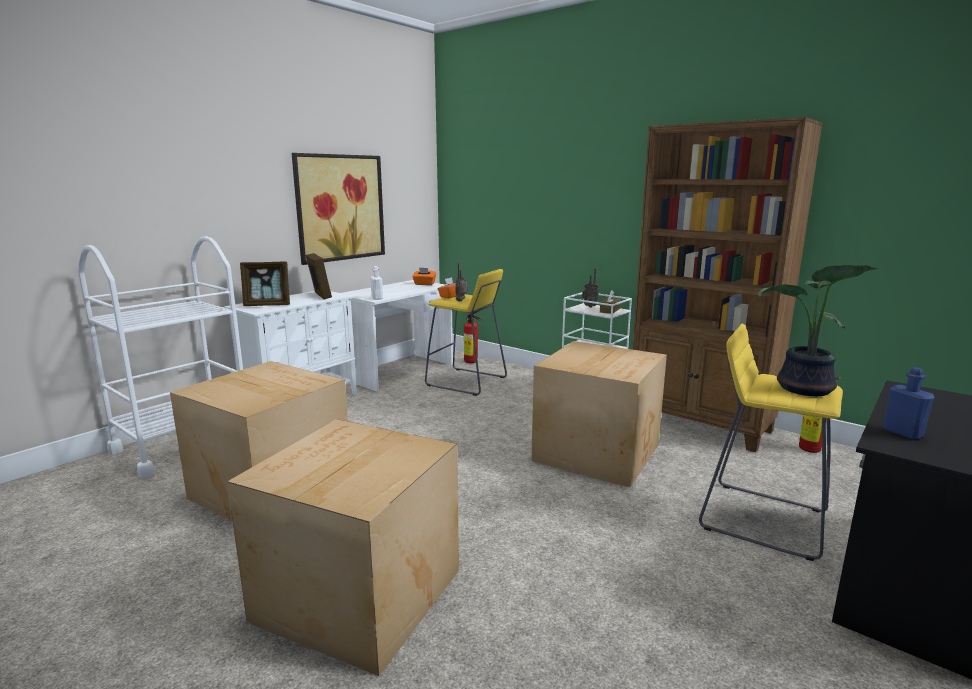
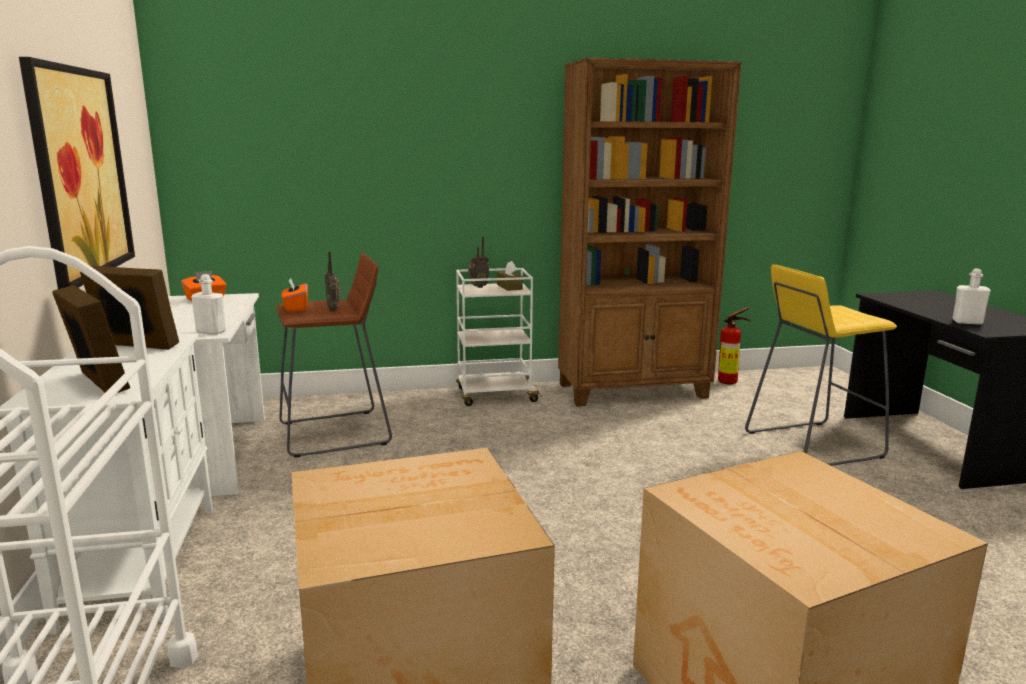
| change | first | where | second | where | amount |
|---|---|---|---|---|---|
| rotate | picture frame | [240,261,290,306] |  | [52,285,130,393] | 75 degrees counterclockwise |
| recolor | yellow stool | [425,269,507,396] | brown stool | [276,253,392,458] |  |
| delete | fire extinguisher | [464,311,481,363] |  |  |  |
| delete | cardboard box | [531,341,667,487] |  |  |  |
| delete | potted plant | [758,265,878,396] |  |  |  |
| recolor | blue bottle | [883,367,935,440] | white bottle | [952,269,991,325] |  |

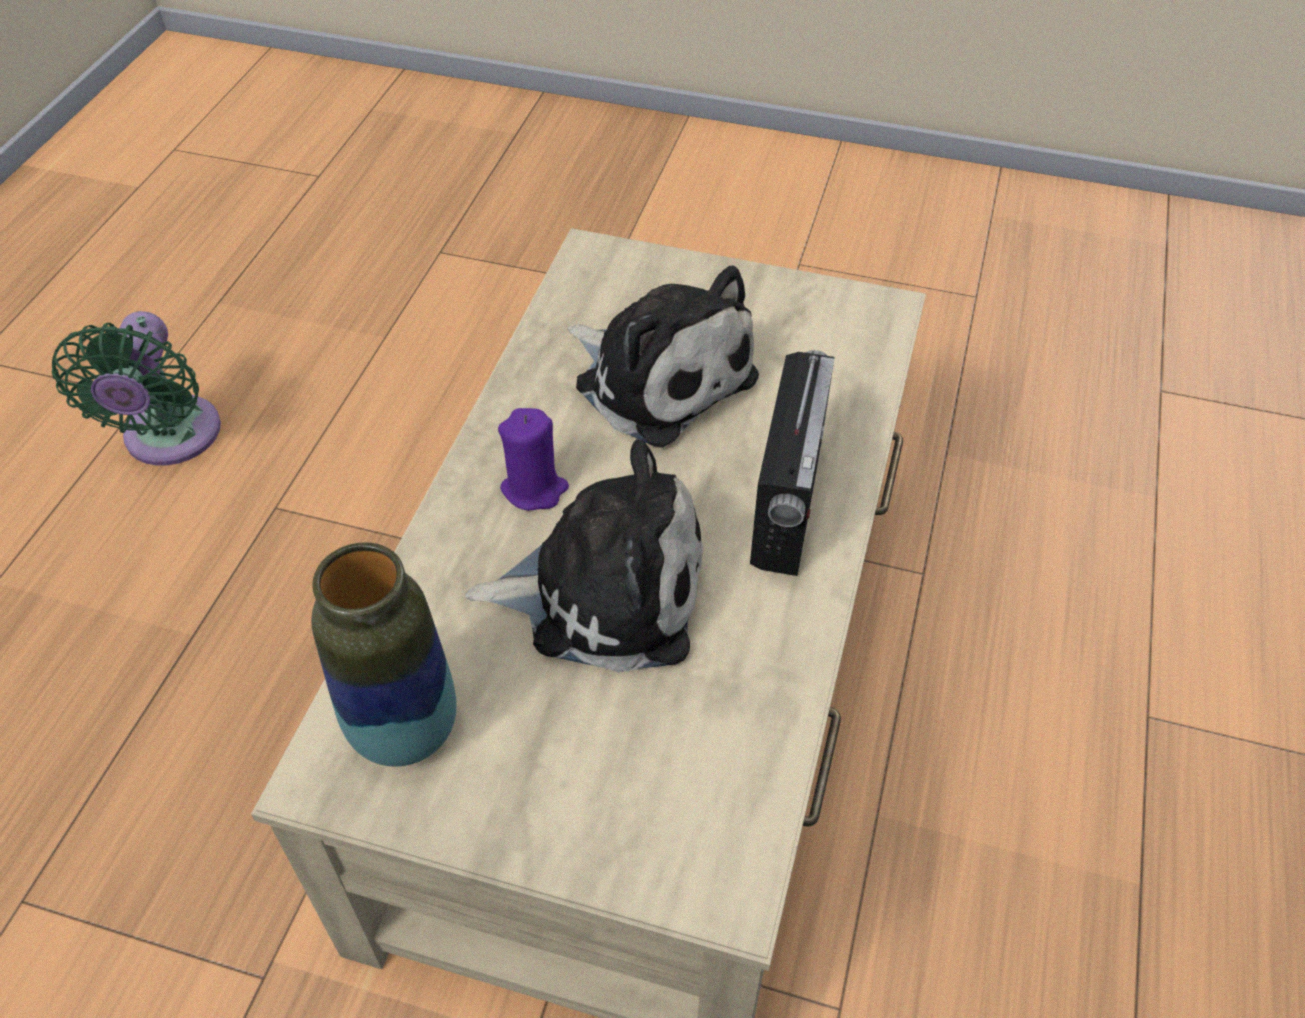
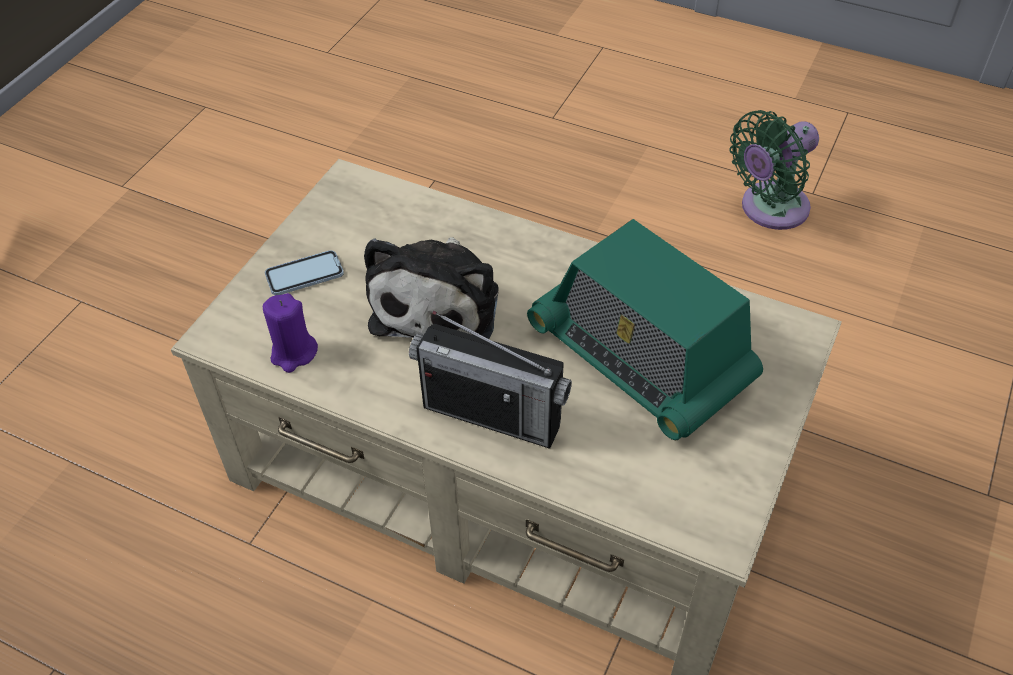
| change | first | where | second | where | amount |
|---|---|---|---|---|---|
| rotate | green fan | [52,311,221,465] |  | [729,110,819,230] | 45 degrees counterclockwise |
| delete | vase | [311,542,456,767] |  |  |  |
| move | purple candle | [498,408,569,511] |  | [263,293,318,373] |  |
| replace | plush toy | [567,265,759,448] | radio | [527,219,763,440] |  |
| insert |  |  | phone | [265,250,344,295] |  |

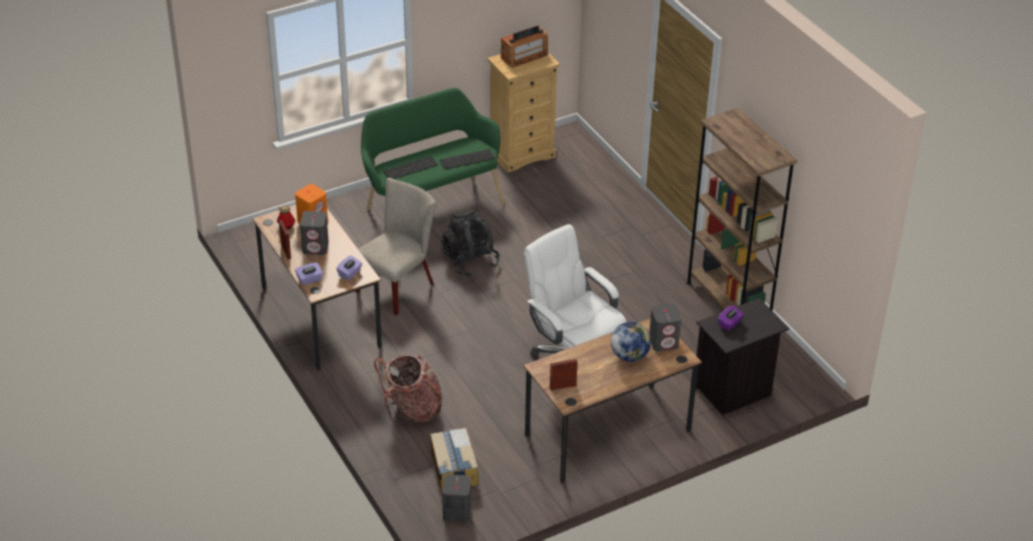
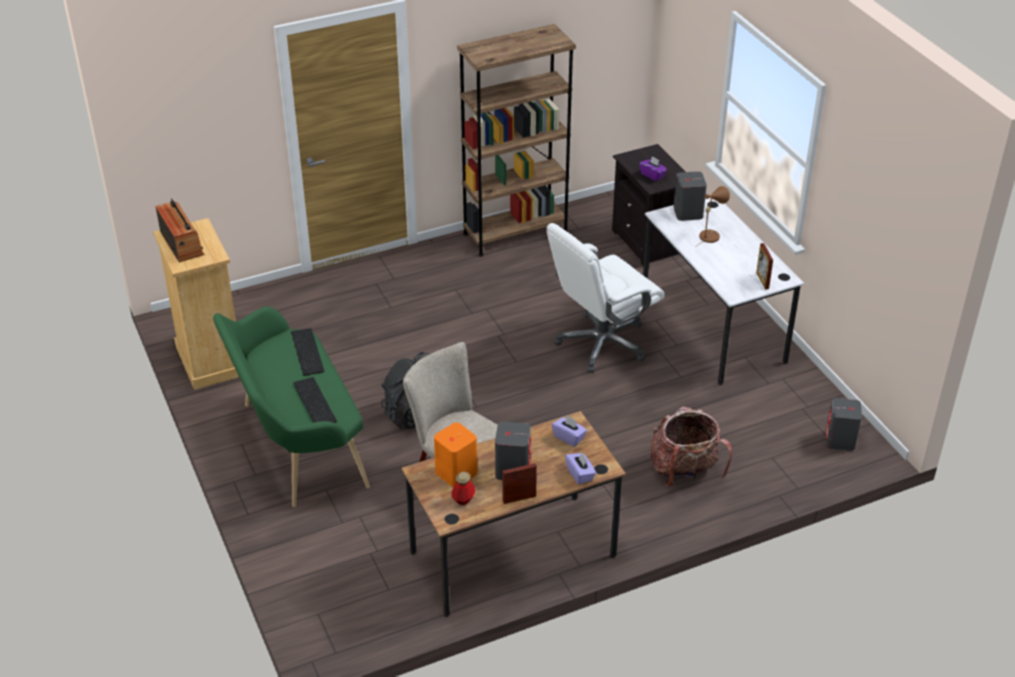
| change | first | where | second | where | amount |
|---|---|---|---|---|---|
| delete | cardboard box | [430,428,479,491] |  |  |  |
| recolor | brown desk | [524,318,702,483] | white desk | [643,197,804,385] |  |
| replace | globe | [611,322,651,362] | brown table lamp | [698,186,730,245] |  |

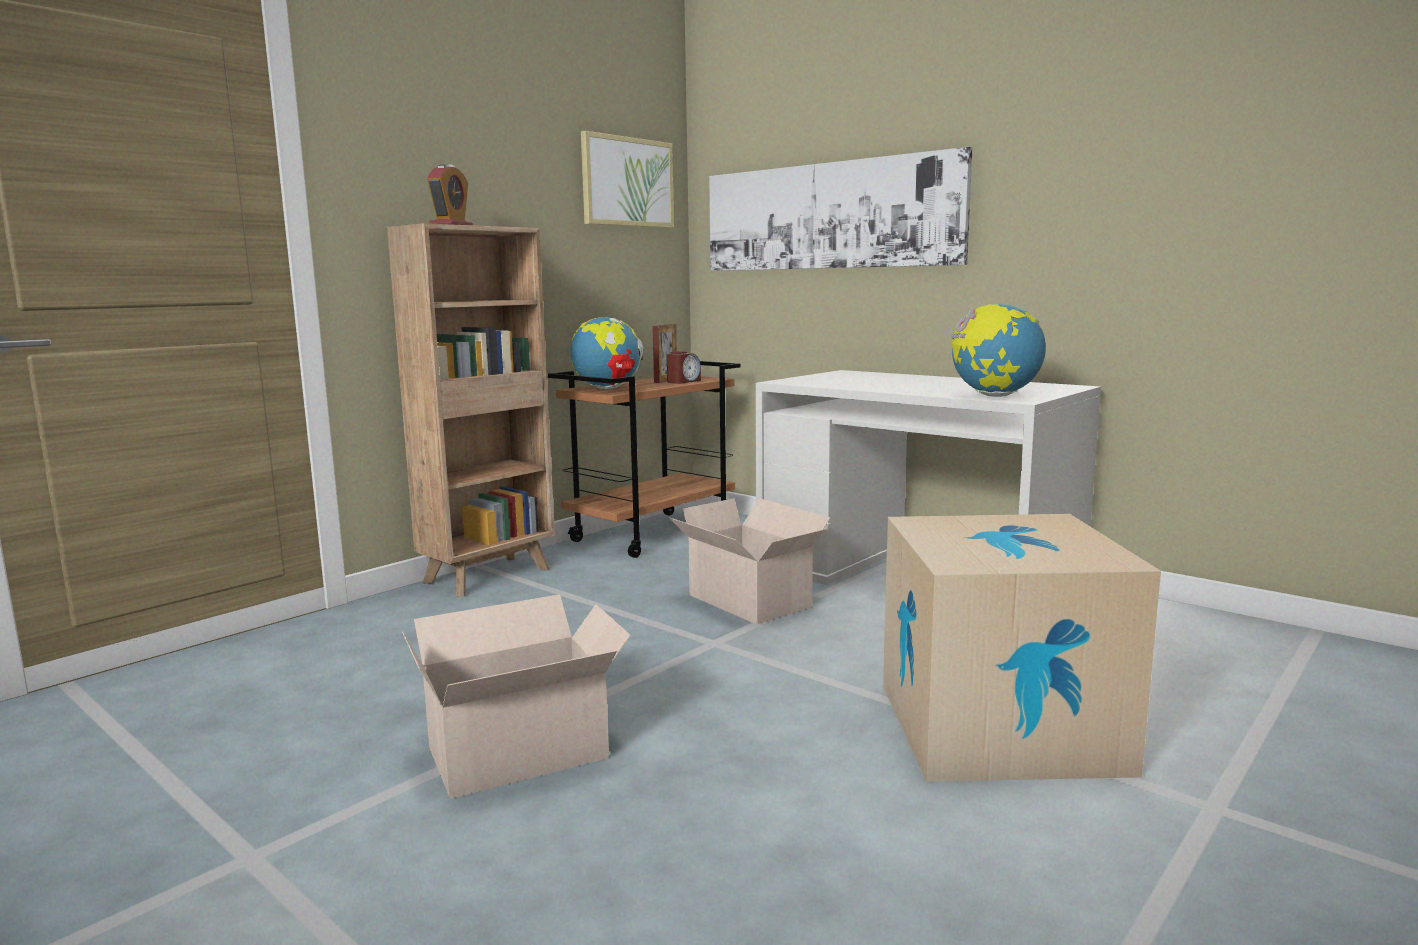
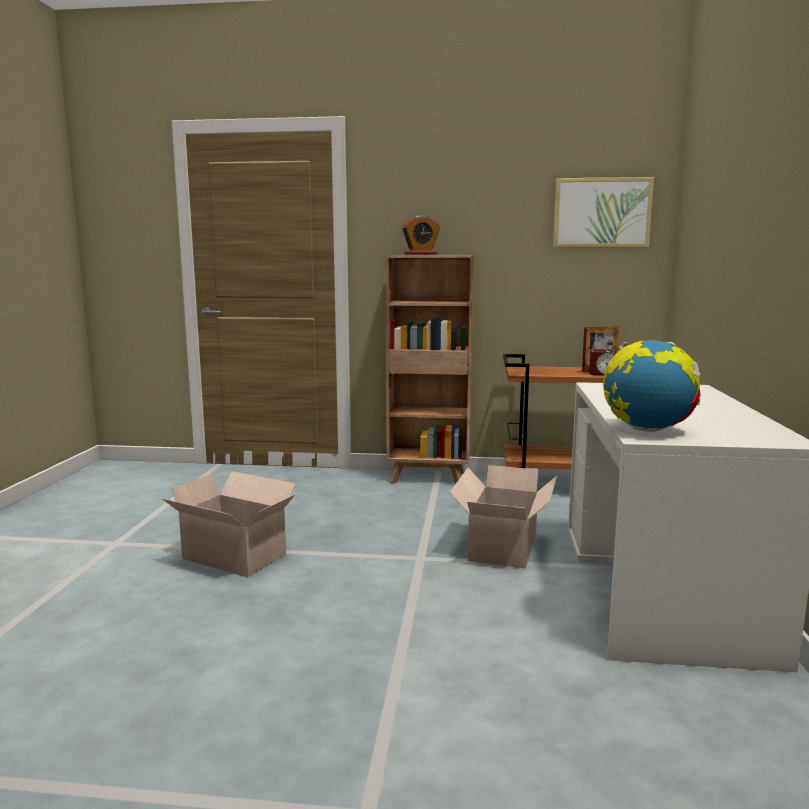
| change | first | where | second | where | amount |
|---|---|---|---|---|---|
| delete | globe | [570,317,643,389] |  |  |  |
| delete | picture | [709,147,972,271] |  |  |  |
| delete | cardboard box | [883,514,1161,782] |  |  |  |

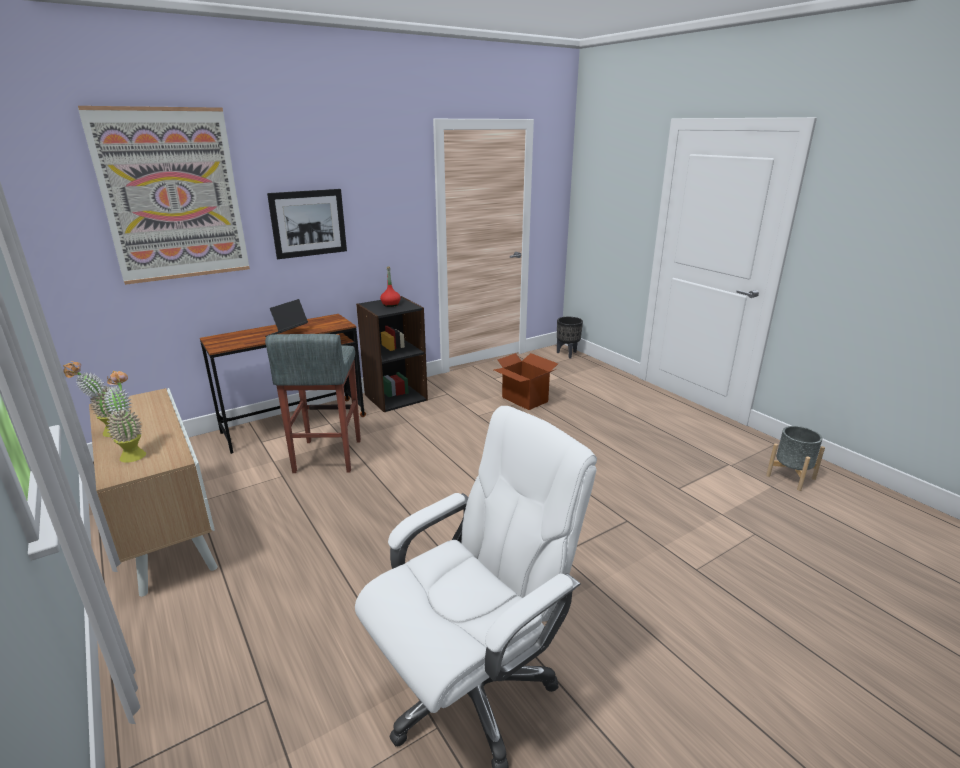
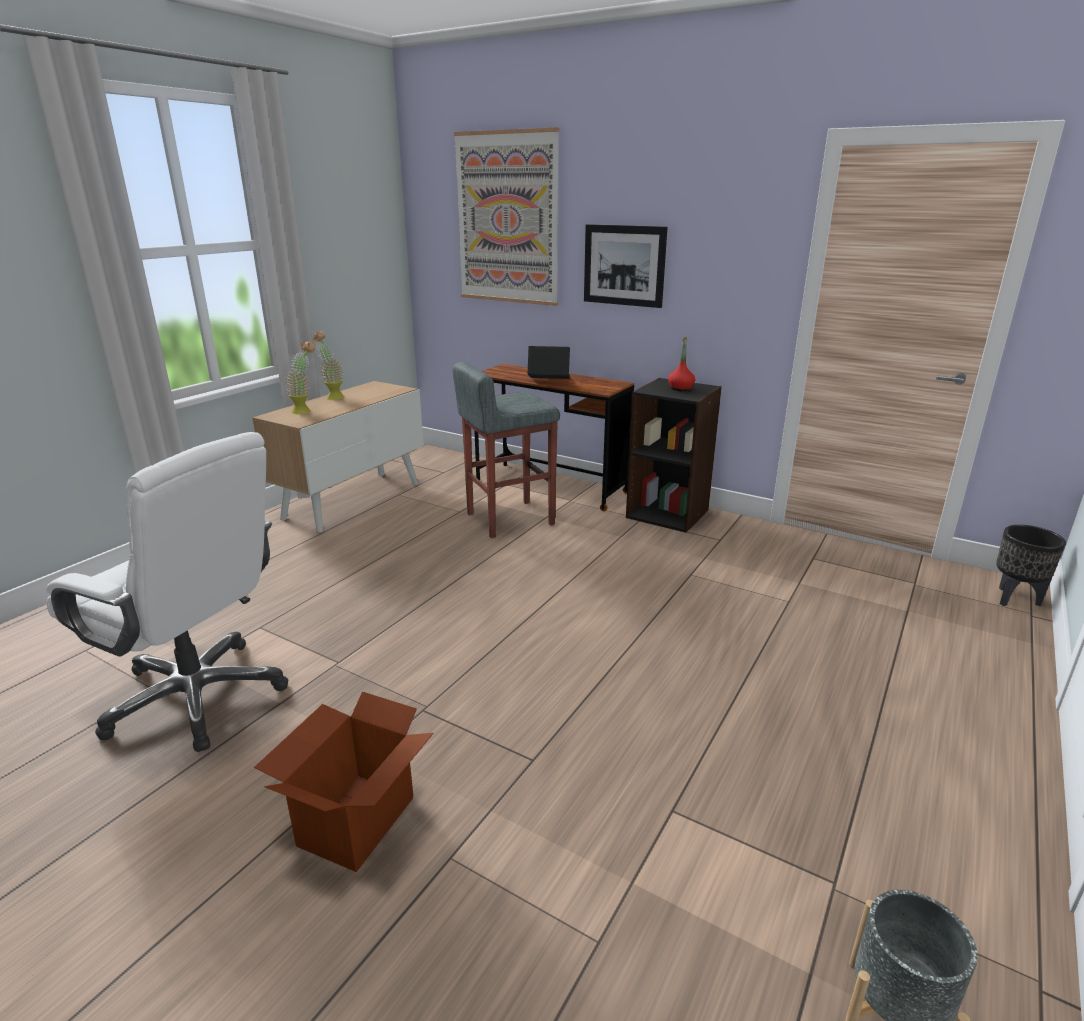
| change | first | where | second | where | amount |
|---|---|---|---|---|---|
| move | cardboard box | [494,353,558,410] |  | [254,692,434,872] |  |

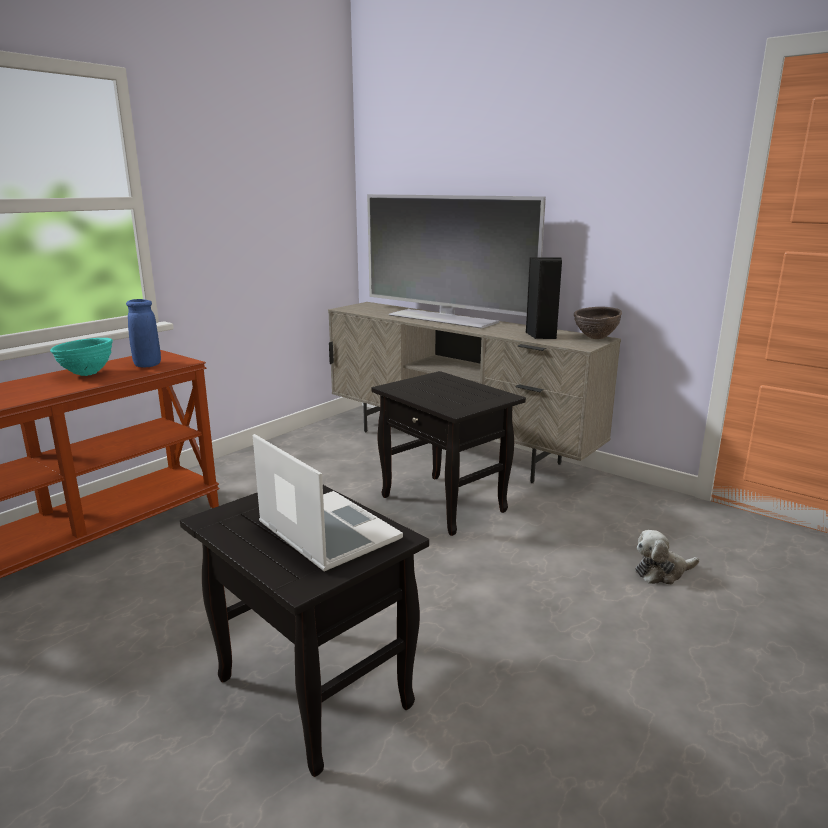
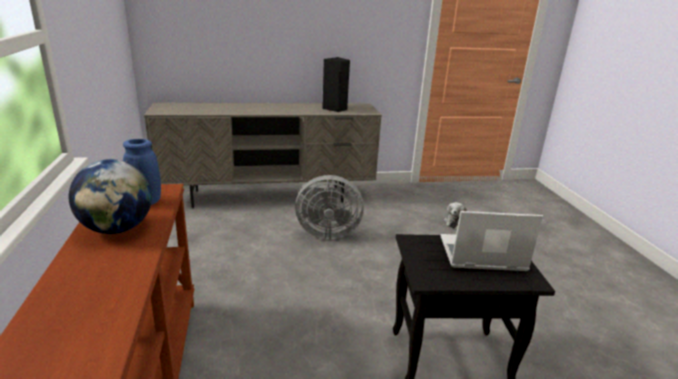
| change | first | where | second | where | amount |
|---|---|---|---|---|---|
| replace | turquoise bowl | [50,338,113,376] | globe | [69,159,152,234] |  |
| delete | television | [367,194,546,329] |  |  |  |
| replace | black side table | [371,371,526,536] | grey fan | [295,175,364,240] |  |
| delete | brown bowl | [574,307,622,339] |  |  |  |

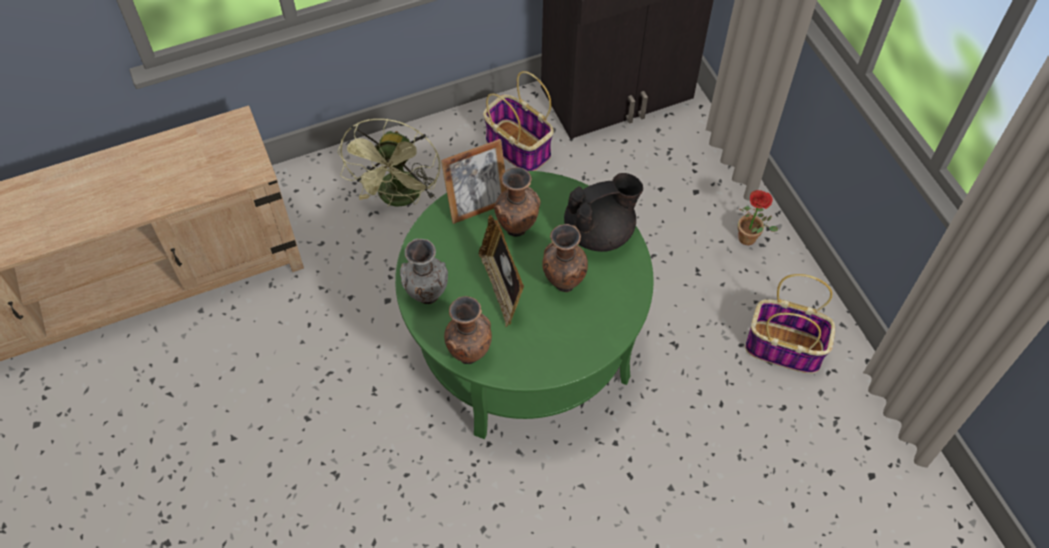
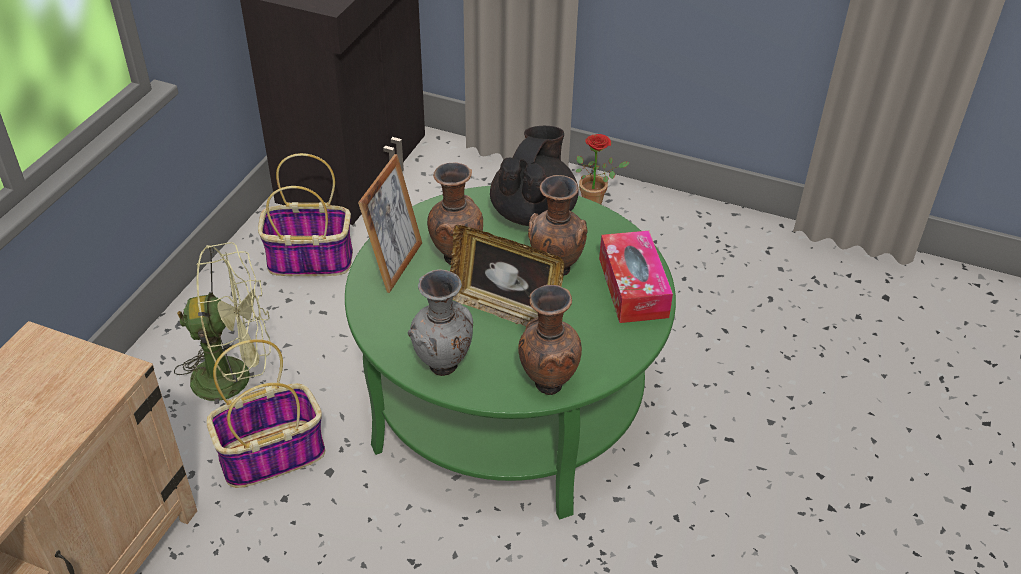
| change | first | where | second | where | amount |
|---|---|---|---|---|---|
| rotate | green fan | [338,119,441,207] |  | [174,242,271,404] | 60 degrees counterclockwise |
| move | basket | [745,274,835,374] |  | [206,339,325,488] |  |
| insert |  |  | tissue box | [599,231,673,323] |  |

